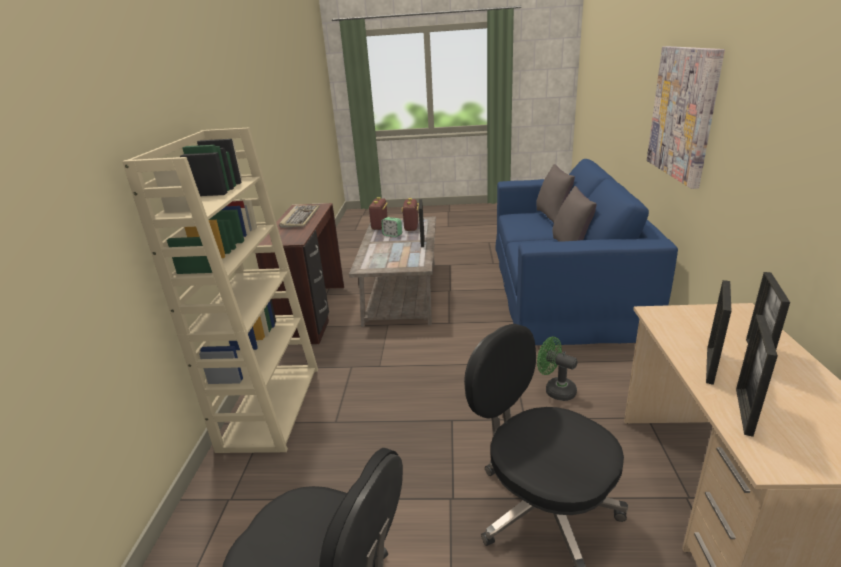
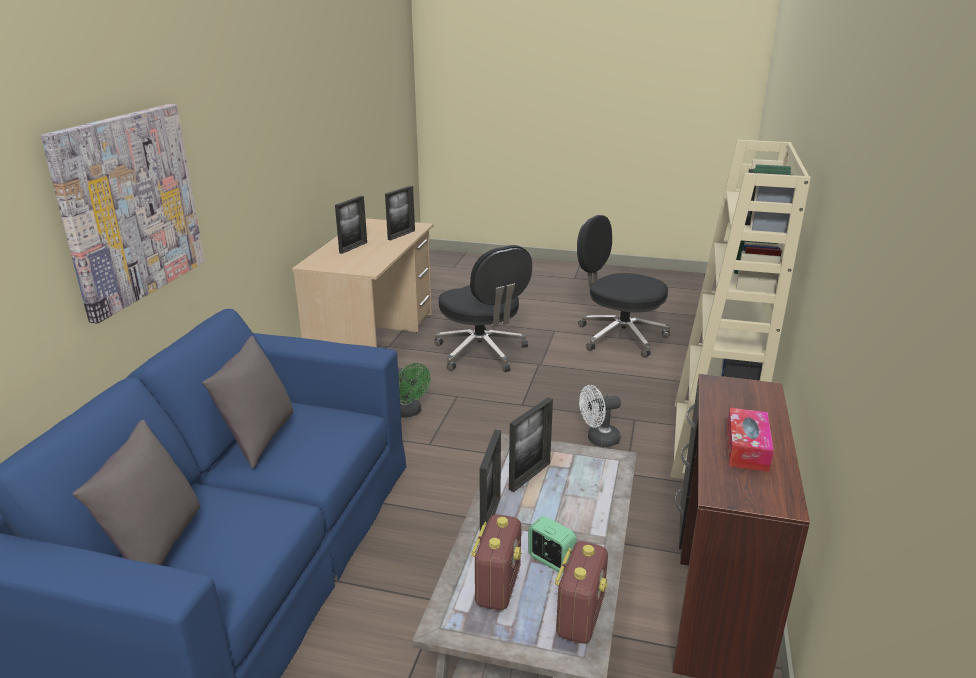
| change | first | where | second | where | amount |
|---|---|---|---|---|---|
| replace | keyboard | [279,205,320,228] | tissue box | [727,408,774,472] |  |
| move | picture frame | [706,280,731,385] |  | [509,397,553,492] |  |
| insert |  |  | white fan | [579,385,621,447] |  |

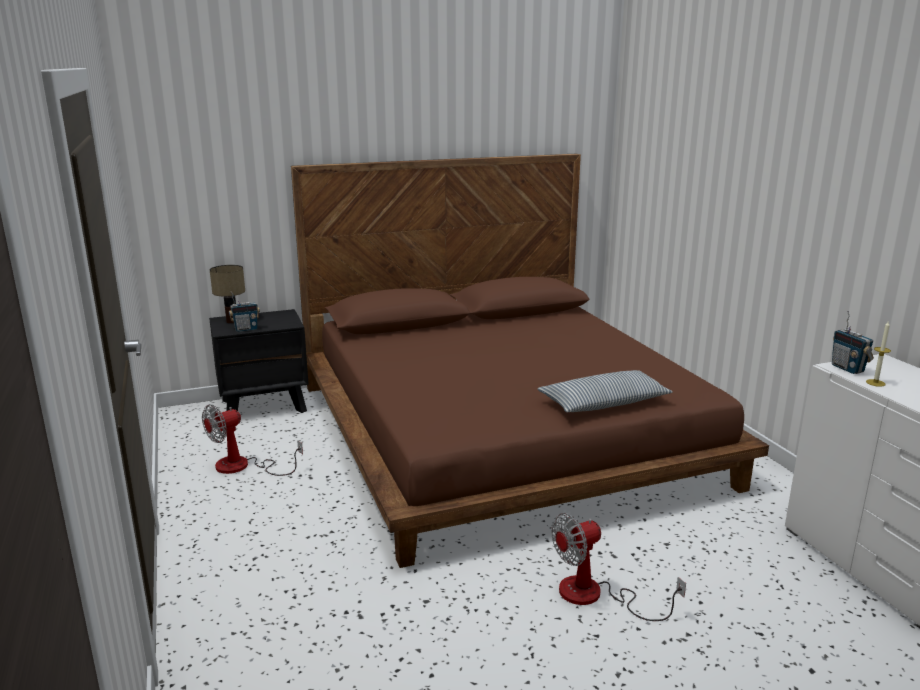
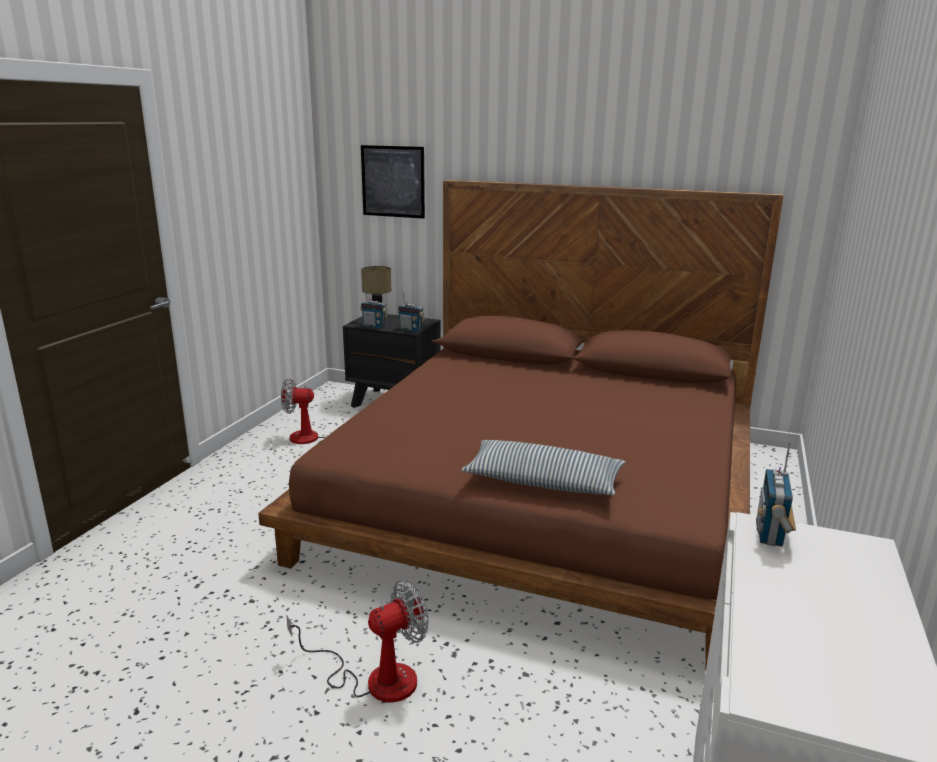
| change | first | where | second | where | amount |
|---|---|---|---|---|---|
| rotate | fan | [551,513,686,621] |  | [286,580,428,702] | 135 degrees clockwise |
| delete | candle | [866,322,891,387] |  |  |  |
| insert |  |  | picture | [361,145,425,219] |  |
| insert |  |  | radio | [397,293,425,332] |  |

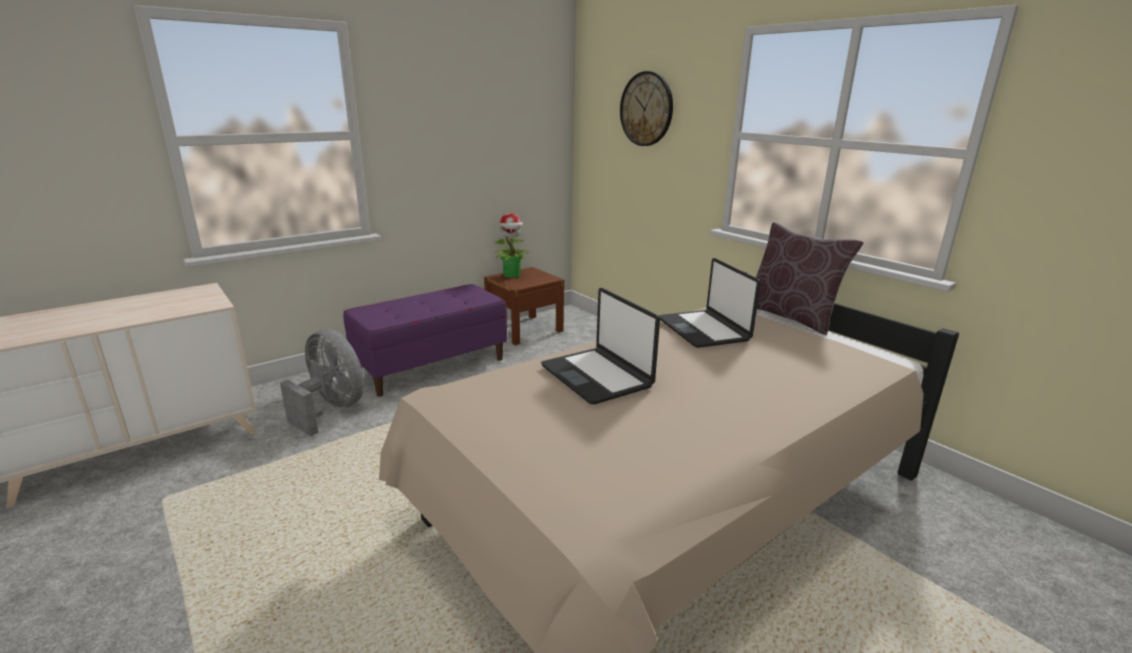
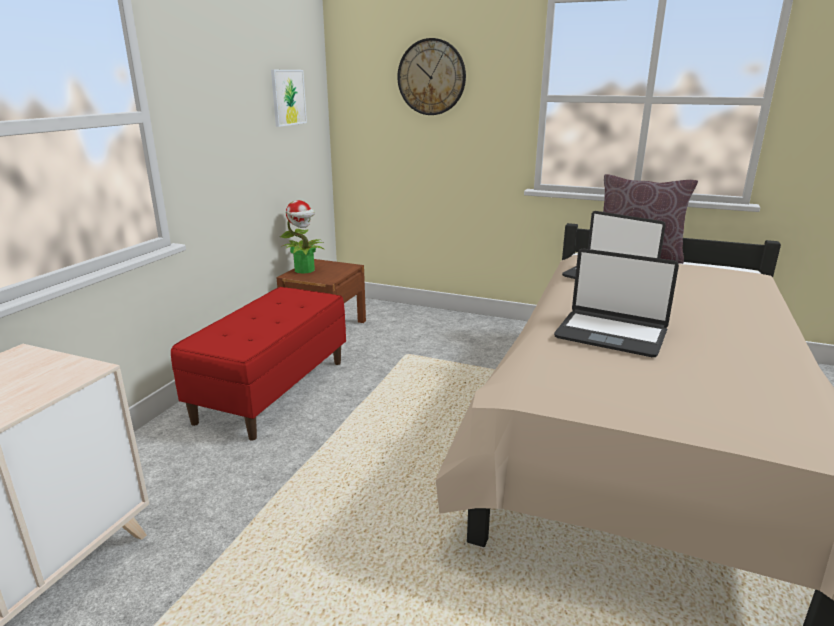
| change | first | where | second | where | amount |
|---|---|---|---|---|---|
| delete | grey fan | [280,329,364,436] |  |  |  |
| recolor | purple bench | [343,284,507,397] | red bench | [171,287,346,441] |  |
| insert |  |  | picture | [271,70,307,127] |  |

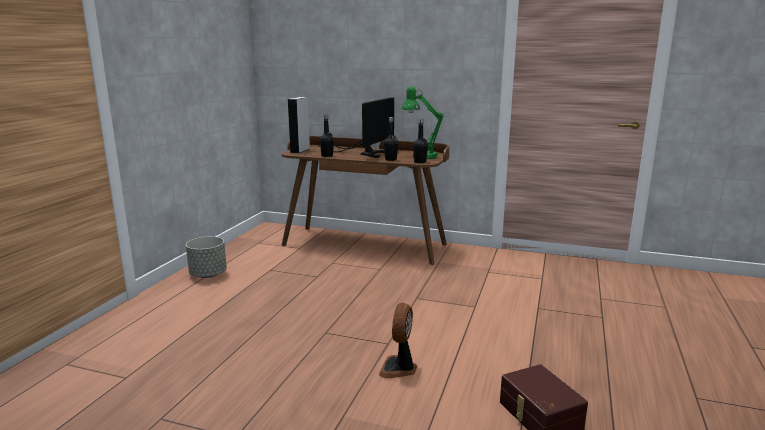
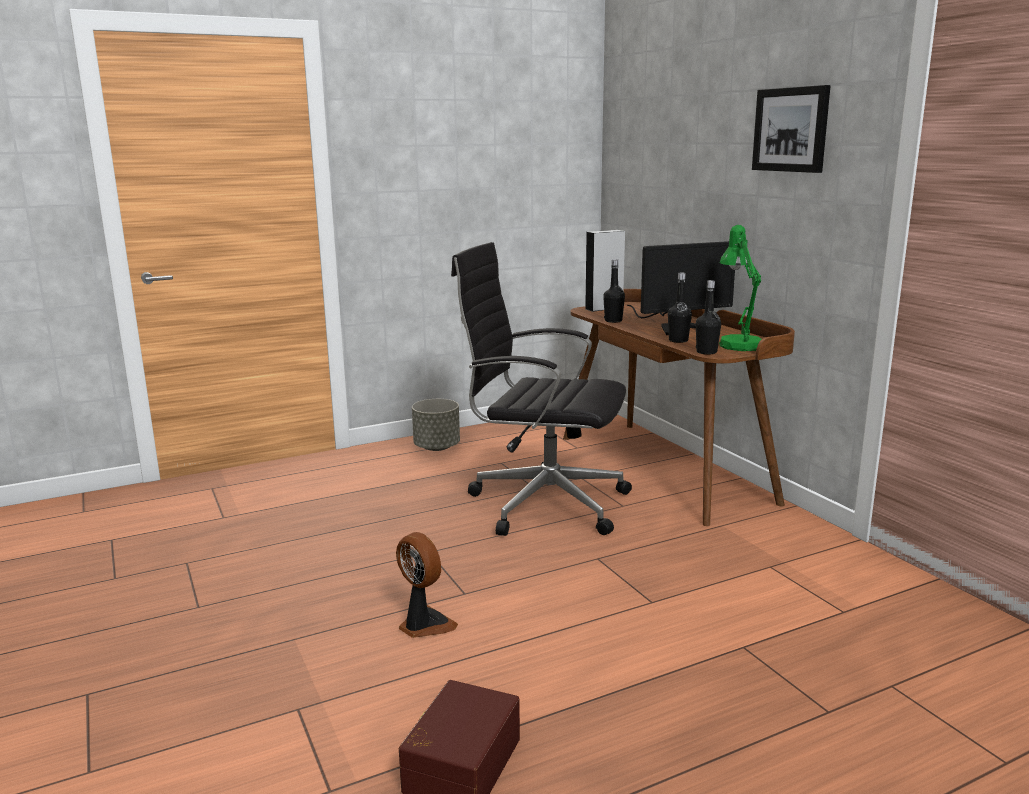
| change | first | where | second | where | amount |
|---|---|---|---|---|---|
| rotate | fan | [379,303,417,378] |  | [396,532,458,638] | 75 degrees clockwise |
| insert |  |  | black office chair | [451,242,632,536] |  |
| insert |  |  | picture | [752,85,831,173] |  |

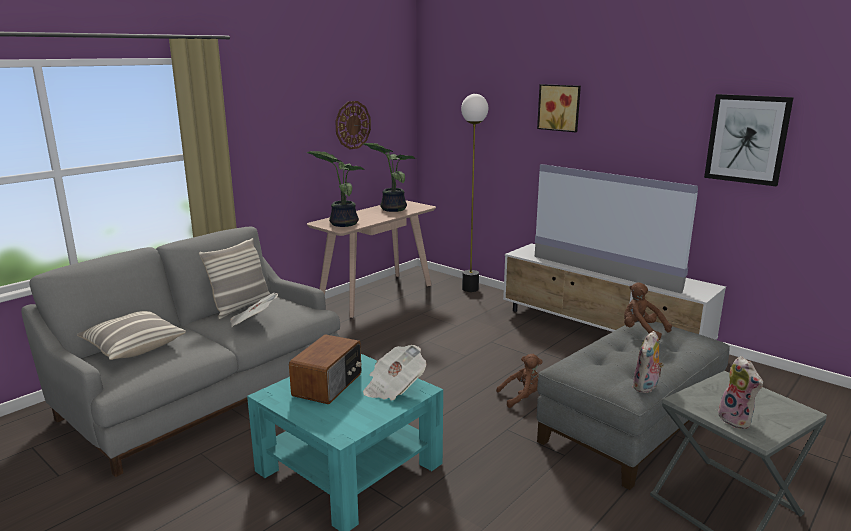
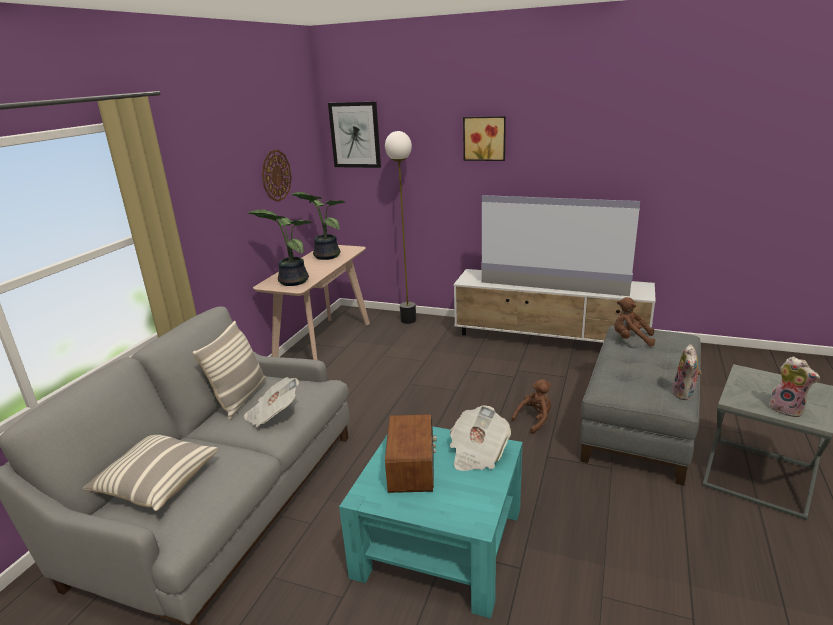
| change | first | where | second | where | amount |
|---|---|---|---|---|---|
| move | picture | [704,94,794,187] |  | [328,102,381,168] |  |

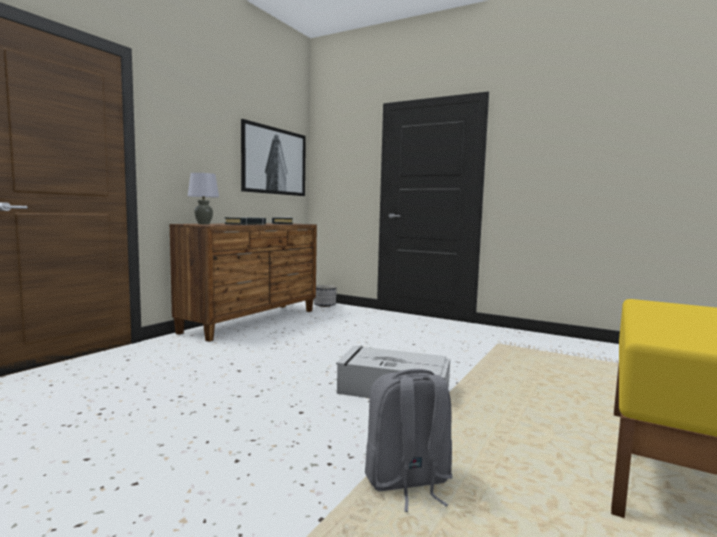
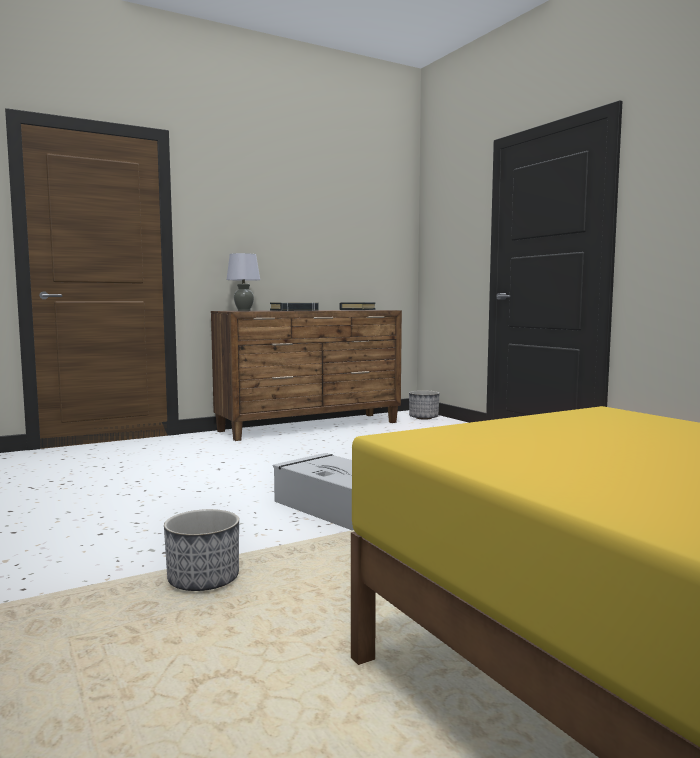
| change | first | where | second | where | amount |
|---|---|---|---|---|---|
| delete | picture | [241,119,306,196] |  |  |  |
| replace | grey backpack | [365,369,453,512] | planter | [164,509,239,591] |  |

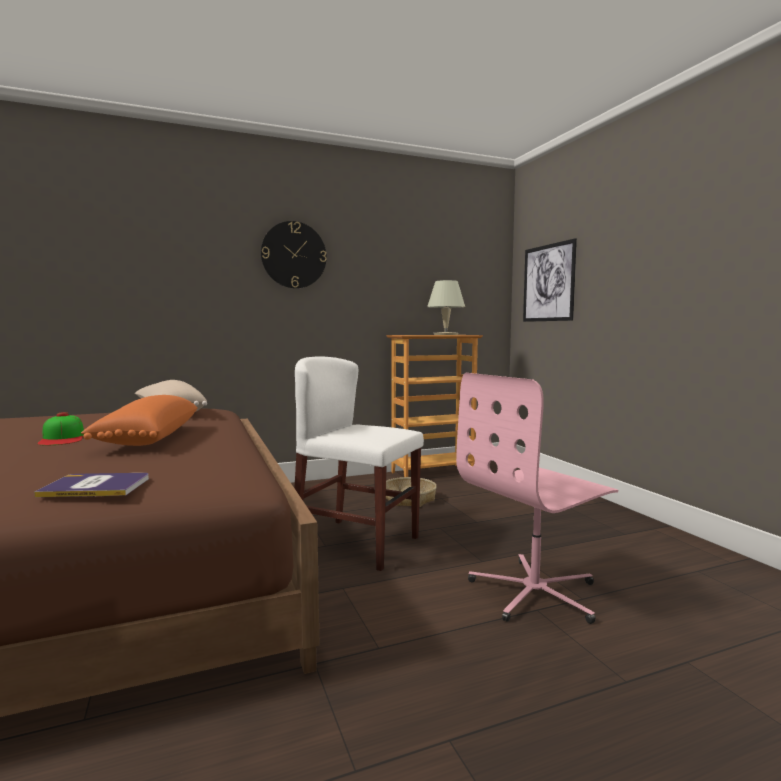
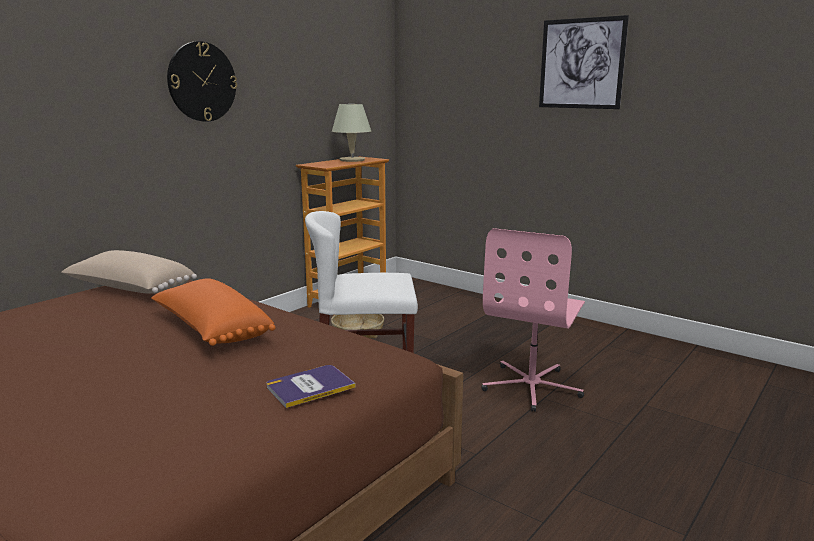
| change | first | where | second | where | amount |
|---|---|---|---|---|---|
| delete | cap | [37,412,84,445] |  |  |  |
| move | picture | [523,238,577,322] |  | [539,15,629,109] |  |

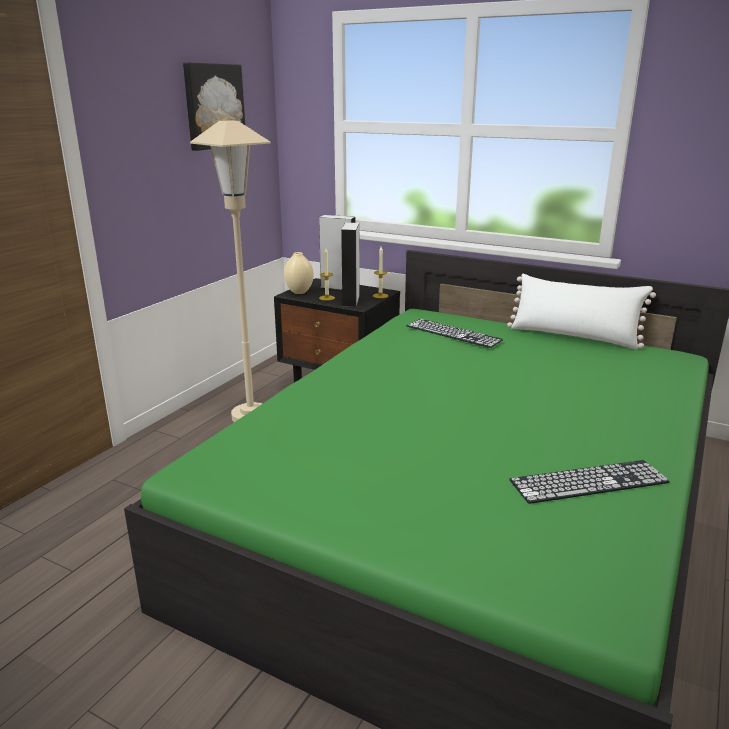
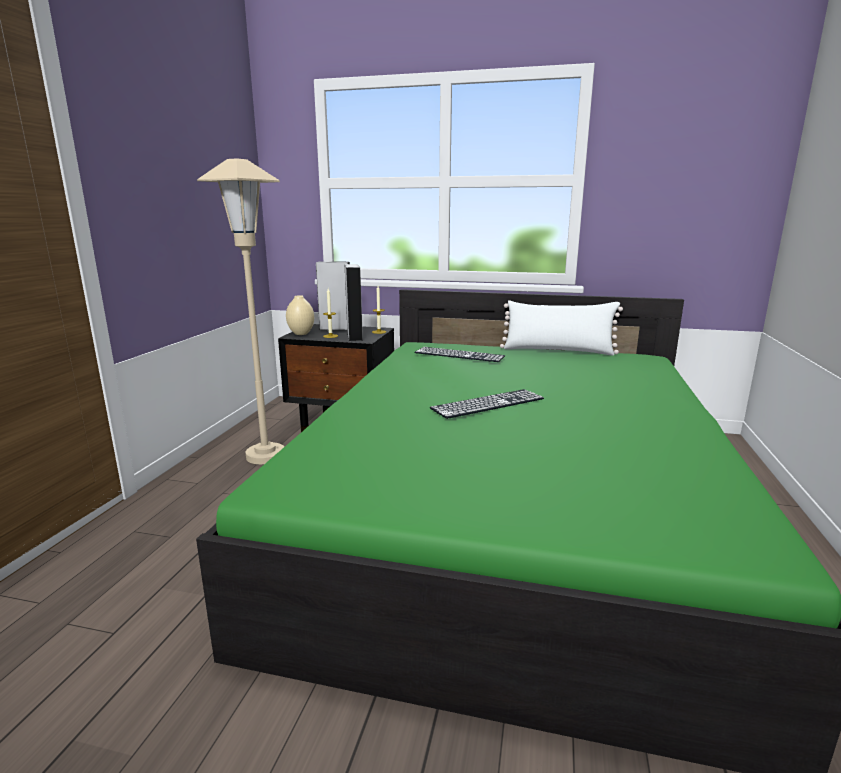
| change | first | where | second | where | amount |
|---|---|---|---|---|---|
| delete | picture | [183,63,245,151] |  |  |  |
| move | keyboard | [509,460,670,504] |  | [430,389,544,419] |  |

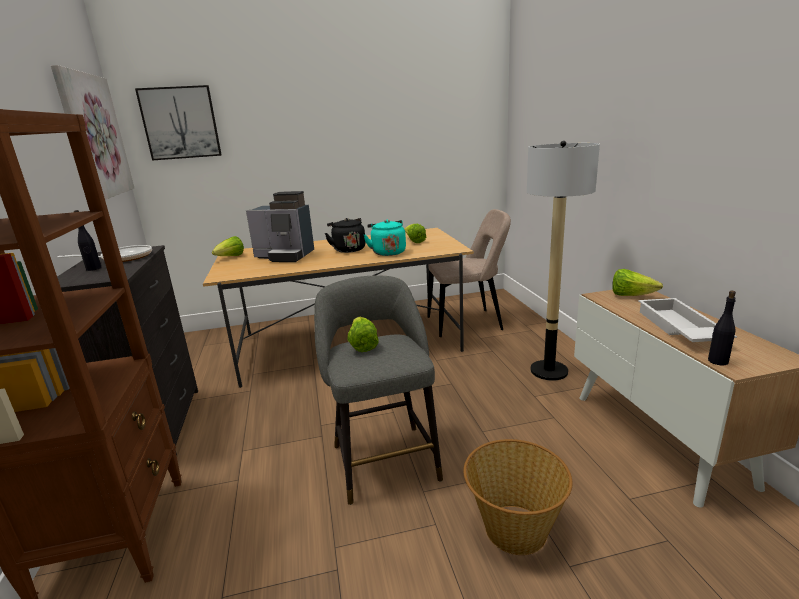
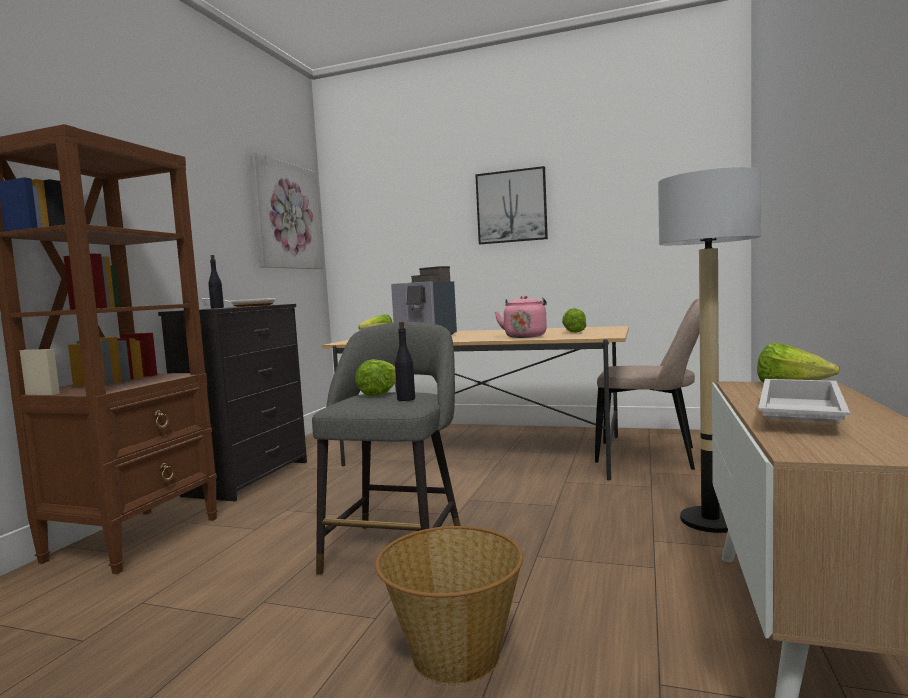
| change | first | where | second | where | amount |
|---|---|---|---|---|---|
| move | picture | [135,85,222,160] |  | [475,166,548,244] |  |
| delete | black kettle | [325,218,366,253] |  |  |  |
| recolor | turquoise kettle | [364,220,406,256] | pink kettle | [494,295,547,338] |  |
| move | black bottle | [708,291,736,365] |  | [395,322,415,401] |  |

